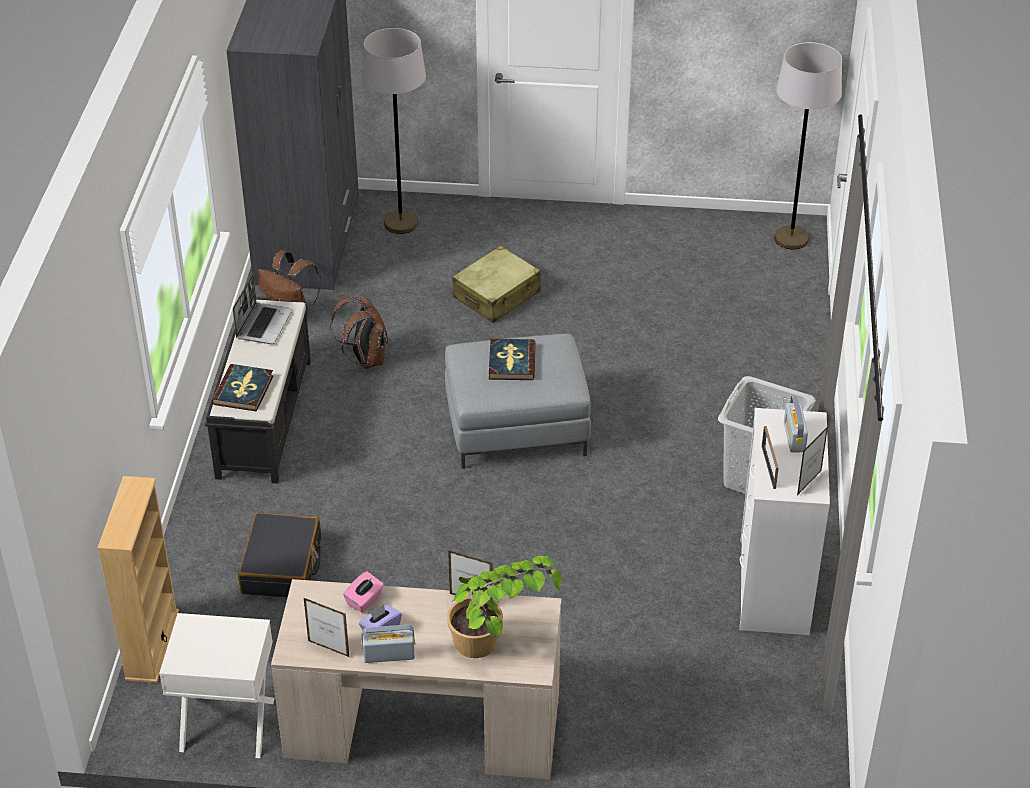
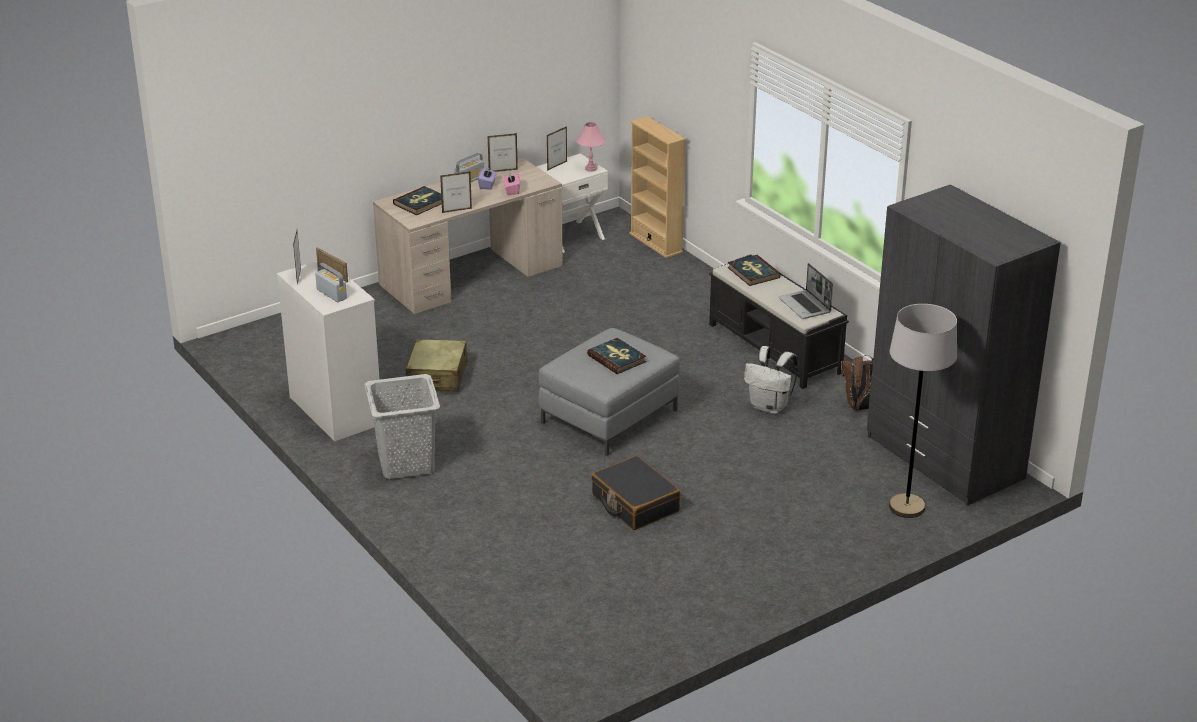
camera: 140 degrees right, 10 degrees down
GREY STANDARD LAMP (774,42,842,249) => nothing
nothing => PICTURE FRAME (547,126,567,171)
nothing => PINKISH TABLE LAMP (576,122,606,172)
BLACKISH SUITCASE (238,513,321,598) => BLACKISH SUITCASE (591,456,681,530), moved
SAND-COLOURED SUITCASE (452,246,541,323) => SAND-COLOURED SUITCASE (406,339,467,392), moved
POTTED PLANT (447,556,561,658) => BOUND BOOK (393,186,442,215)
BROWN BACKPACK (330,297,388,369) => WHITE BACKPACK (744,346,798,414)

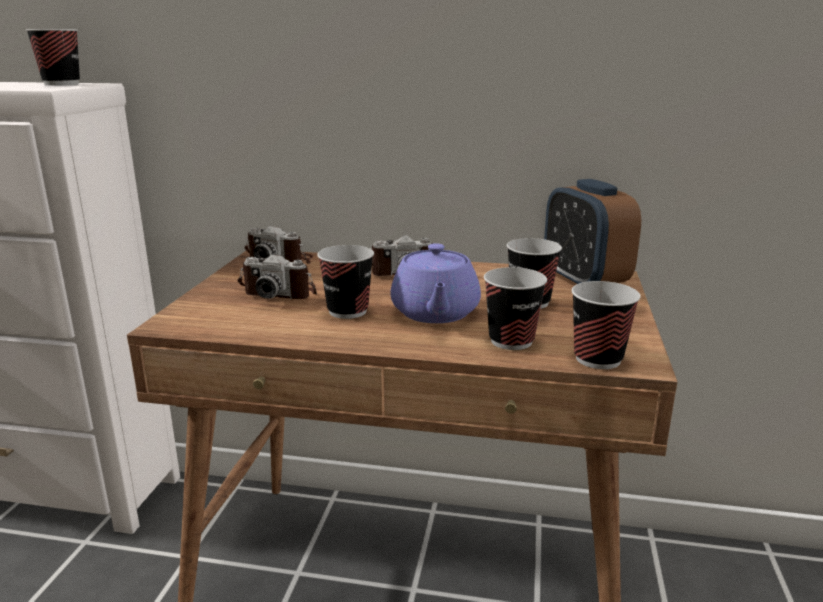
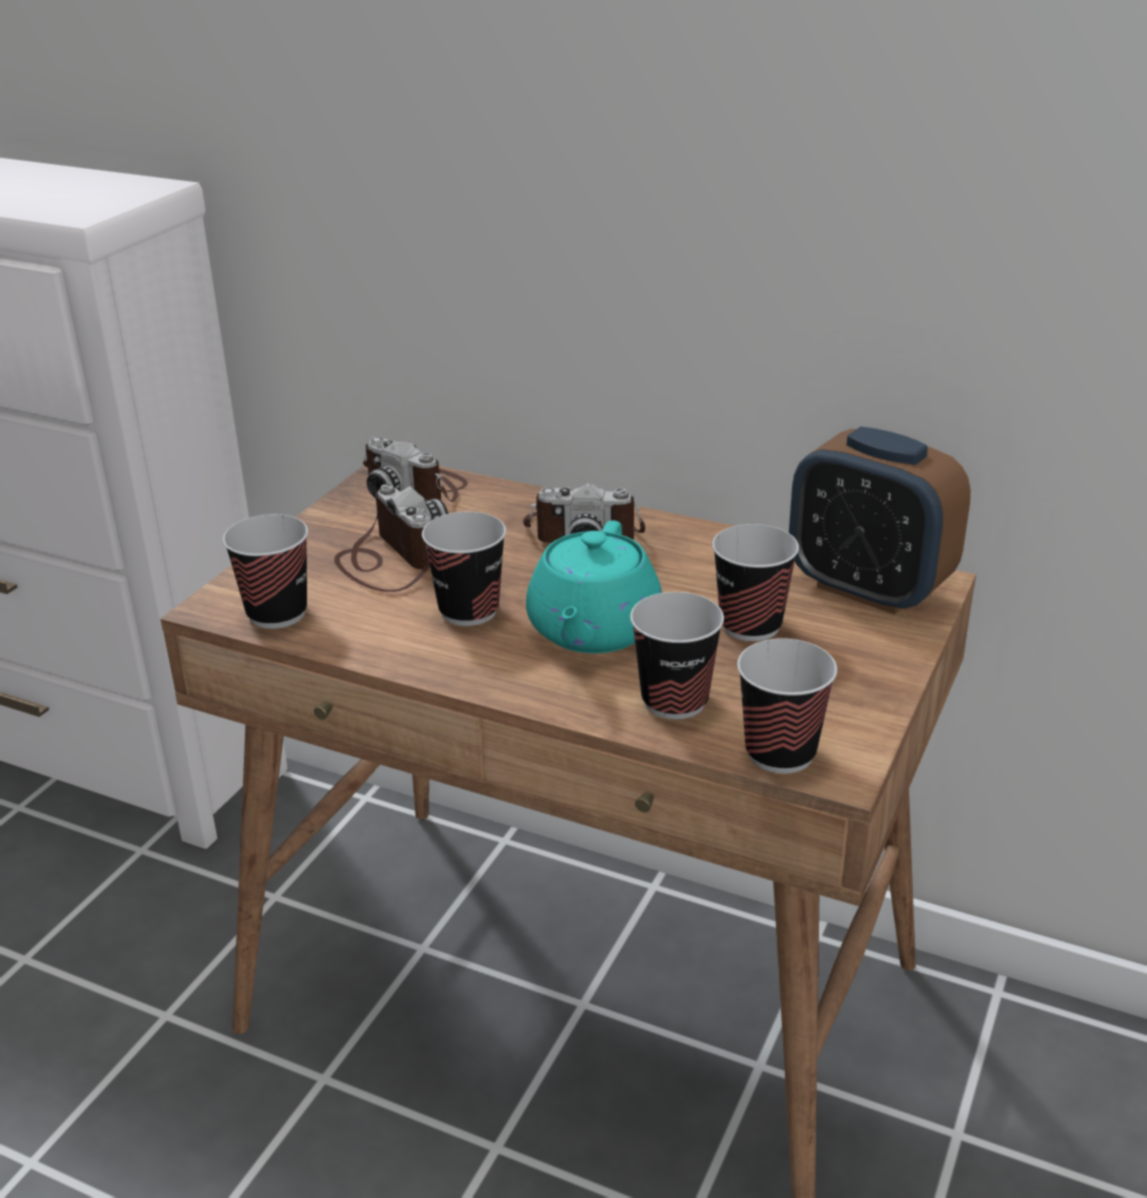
camera: 15 degrees right, 10 degrees up
SMALL CUP (26,29,80,85) => SMALL CUP (223,514,308,629), moved
PURPLE TEA POT (390,243,481,323) => TURQUOISE TEA POT (526,521,662,653)
PHOTO CAMERA (238,255,317,299) => PHOTO CAMERA (334,484,448,592), 150 degrees counterclockwise
ALARM CLOCK (544,179,641,286) => ALARM CLOCK (789,426,971,614), 45 degrees counterclockwise

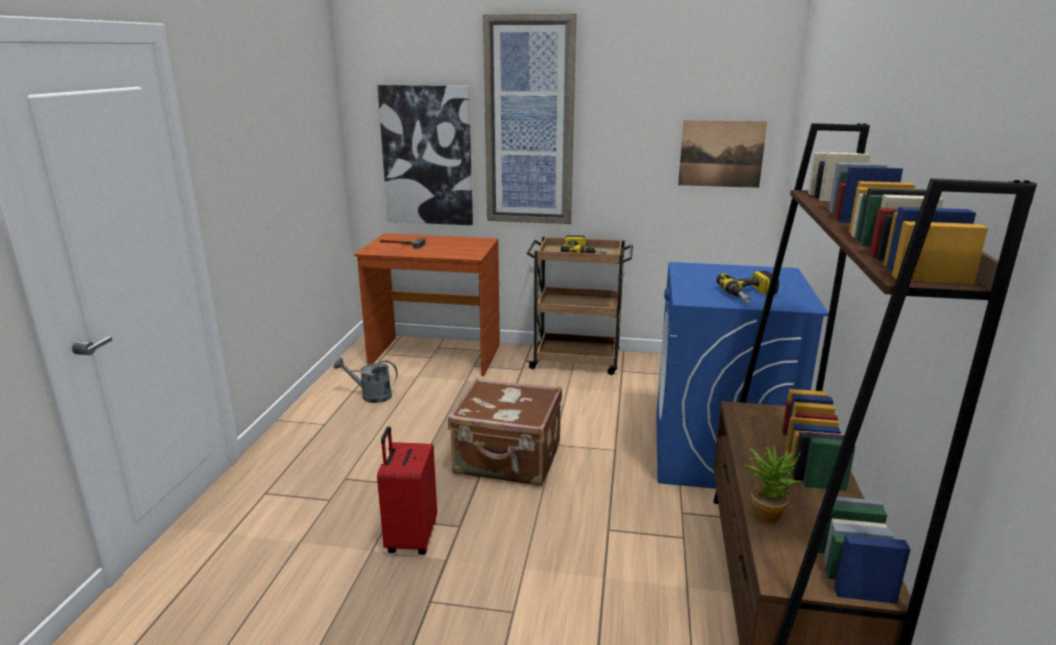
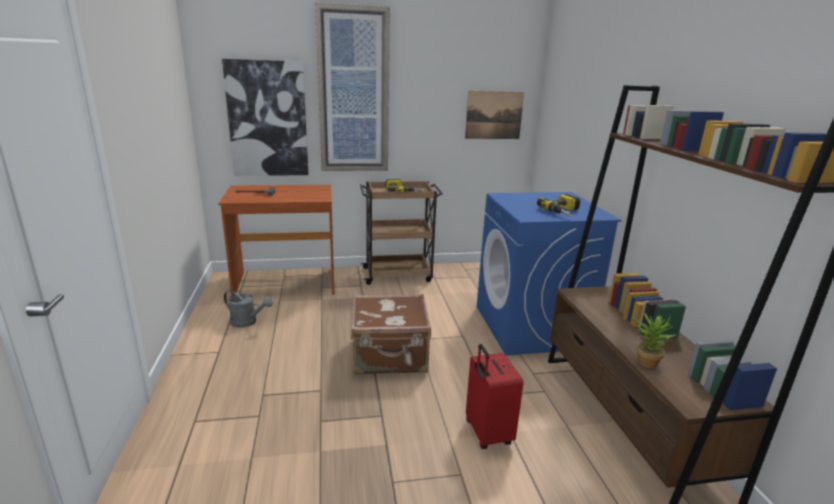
camera: 20 degrees left, 0 degrees up
RED-COLOURED SUITCASE (377,427,437,555) => RED-COLOURED SUITCASE (466,344,524,449), moved
GREY SPRINKLING CAN (334,358,398,403) => GREY SPRINKLING CAN (224,290,273,327), 150 degrees counterclockwise

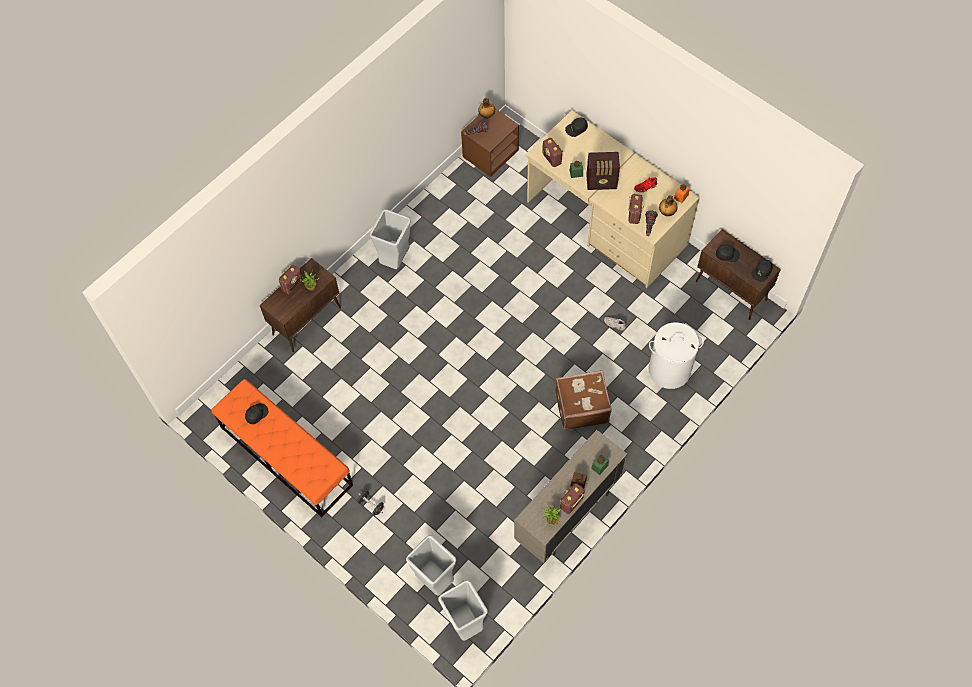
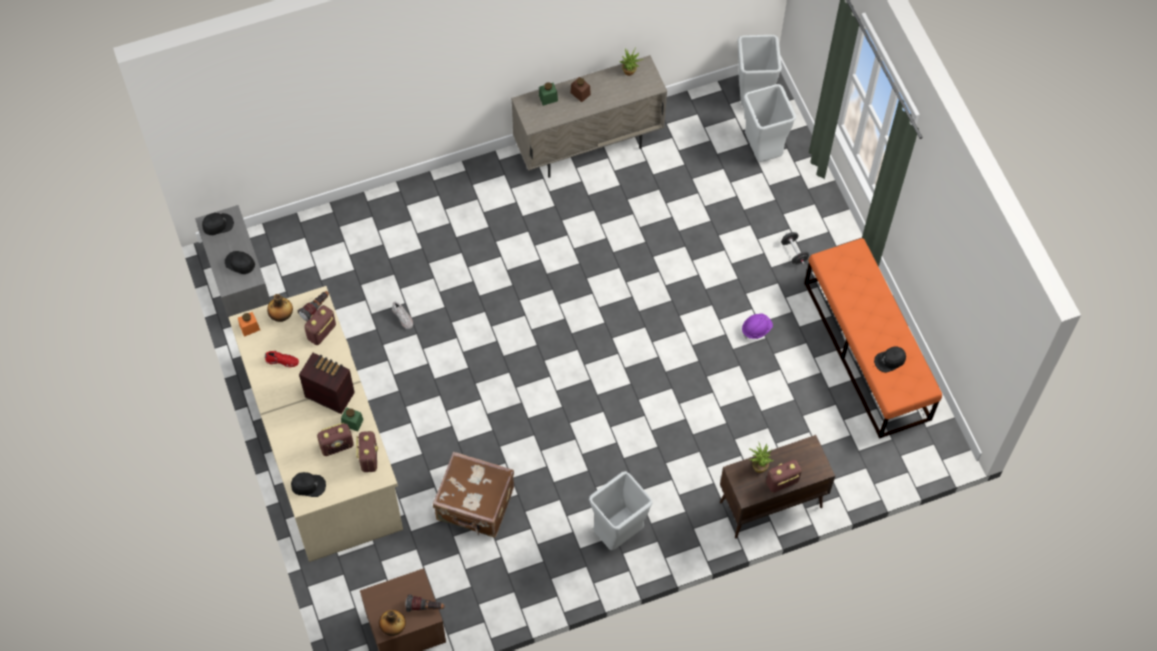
camera: 155 degrees left, 0 degrees up
WHITE HAMPER (649,322,704,389) => nothing
nothing => PURPLE HARD HAT (742,313,773,339)
BROWN SUITCASE (555,370,612,430) => BROWN SUITCASE (433,452,514,538), moved
RADIO (560,483,584,514) => RADIO (317,423,354,456), moved
BROWN STORAGE CABINET (696,229,781,320) => GREY STORAGE CABINET (195,205,271,317)

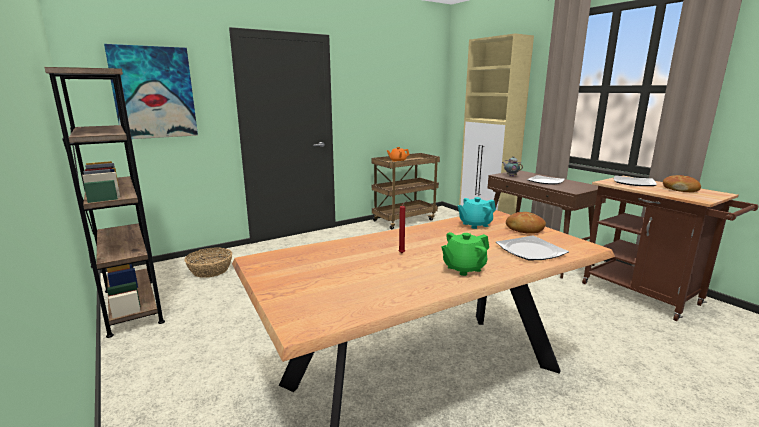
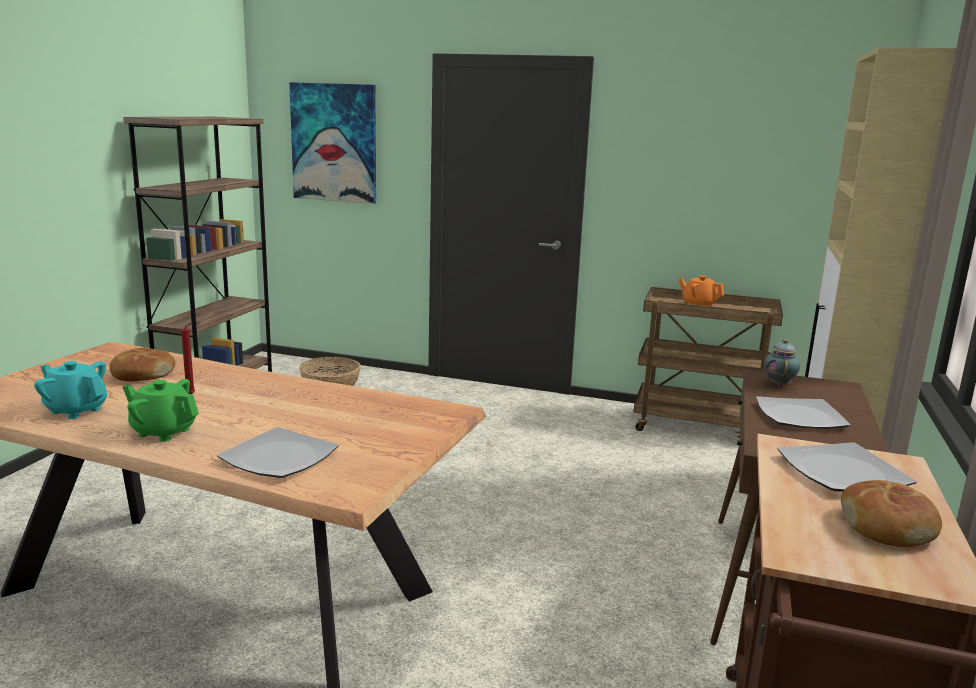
camera: 50 degrees right, 0 degrees up
TURQUOISE TEA POT (458,197,496,229) => TURQUOISE TEA POT (34,361,107,419), moved
BAKED BREAD (506,212,546,234) => BAKED BREAD (109,348,175,382), moved

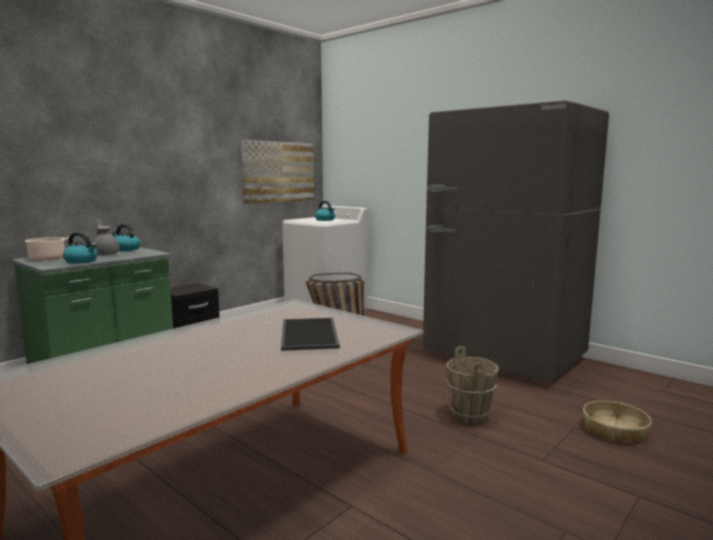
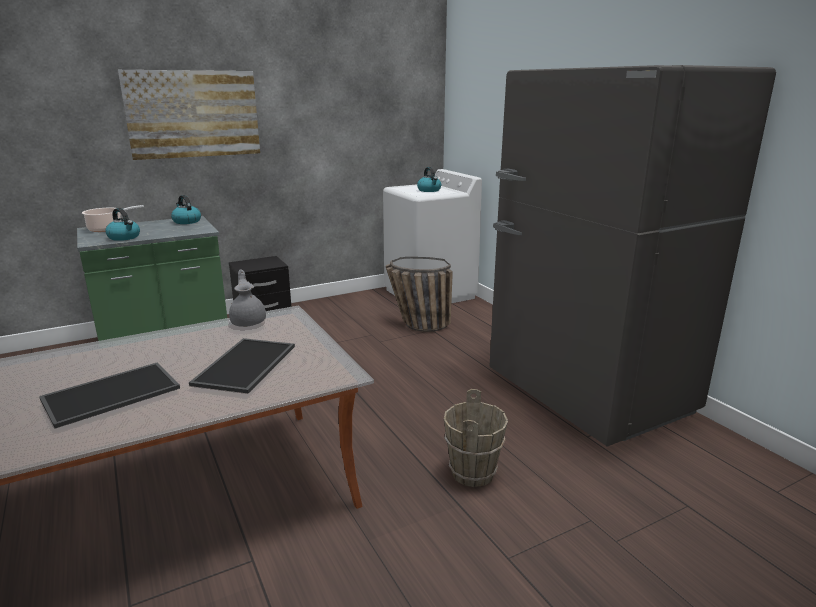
camera: 20 degrees right, 10 degrees up
STORAGE BASKET (583,400,652,442) => nothing
nothing => TRAY (39,363,180,428)
GREY TEA POT (93,219,120,255) => GREY TEA POT (229,270,266,327), moved
WALL ART (241,140,314,204) => WALL ART (118,70,260,160), moved

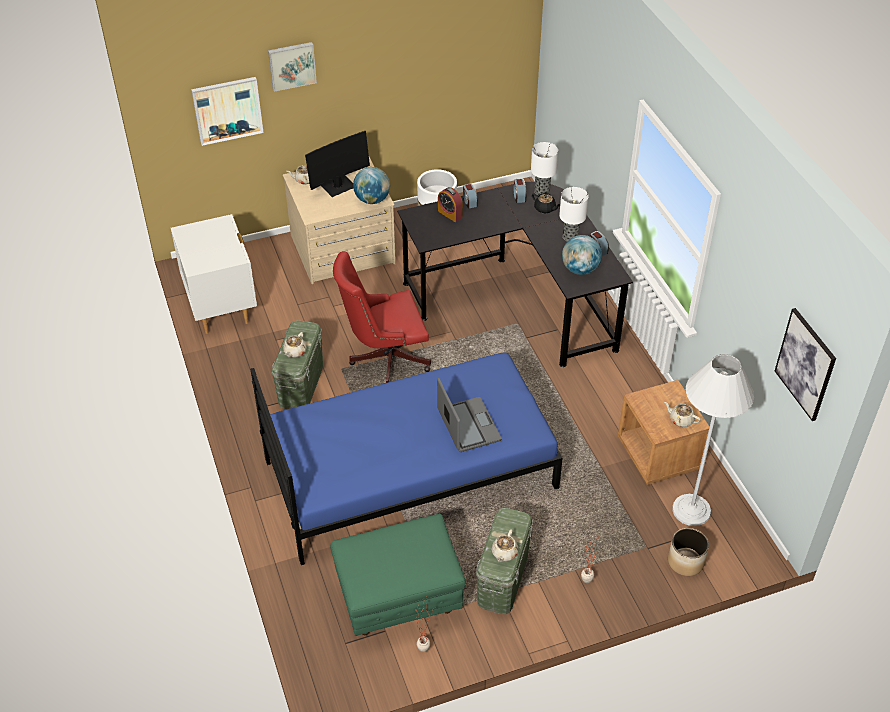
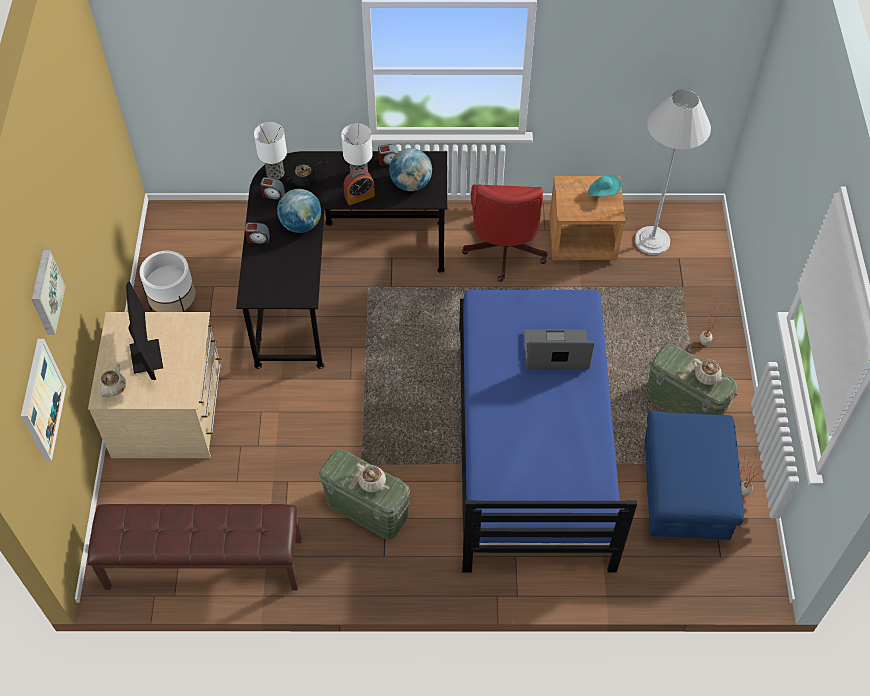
camera: 70 degrees left, 10 degrees up
PLANT POT (668,528,709,576) => nothing
WALL ART (775,308,836,421) => nothing
RED-COLOURED COMPUTER CHAIR (333,251,431,384) => RED-COLOURED COMPUTER CHAIR (462,184,548,282), moved
DESK GLOBE (353,167,390,204) => DESK GLOBE (277,189,321,233), moved
ALARM CLOCK (438,187,463,222) => ALARM CLOCK (344,169,375,205), moved
WHITE NIGHT TABLE (171,214,257,334) => BROWN INDOOR BENCH (87,504,301,590)
SAND-COLOURED TEA POT (664,402,701,427) => TURQUOISE HAT (588,175,621,197)
GREEN FOOTREST (330,514,466,636) => BLUISH FOOTREST (645,411,744,540)

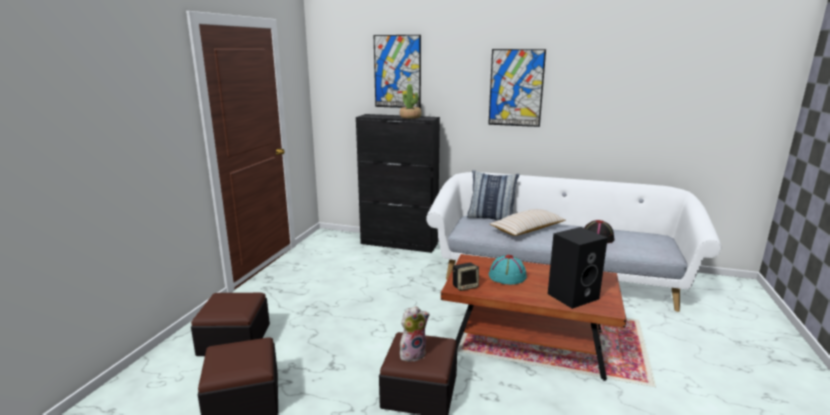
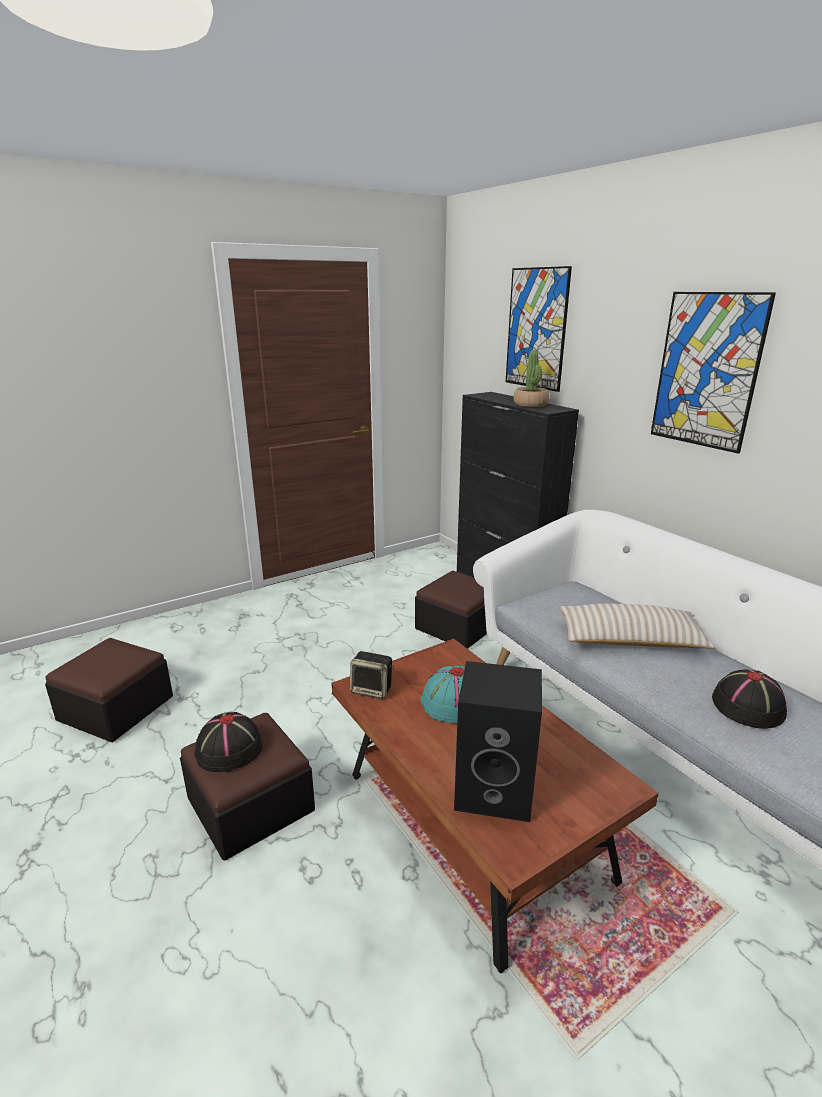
camera: 40 degrees right, 5 degrees up
THROW PILLOW (467,170,519,220) => nothing
FOOTREST (191,293,270,356) => FOOTREST (415,571,487,649), moved
CUDDLY TOY (400,306,430,362) => BLACKISH HAT (194,712,262,772)

